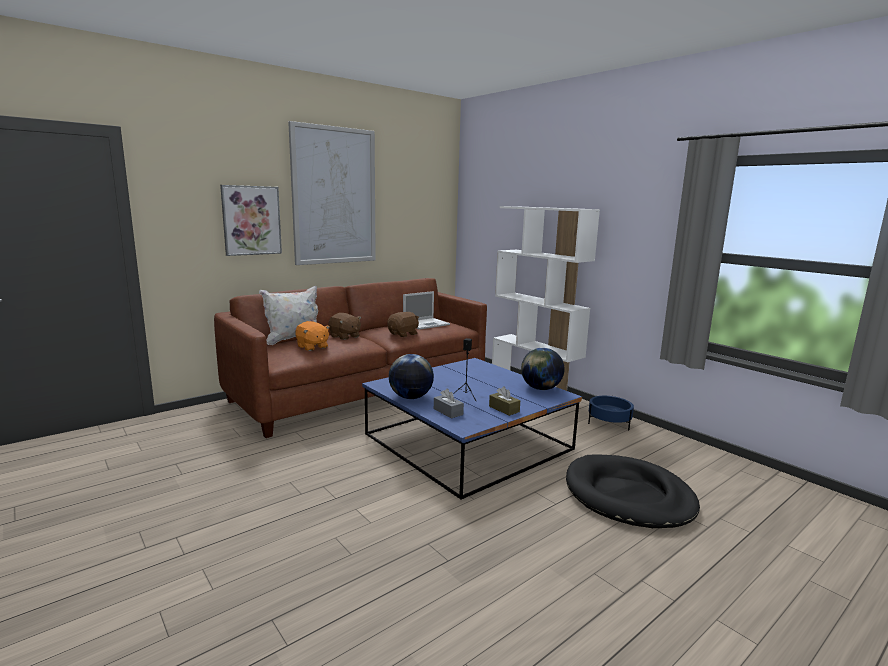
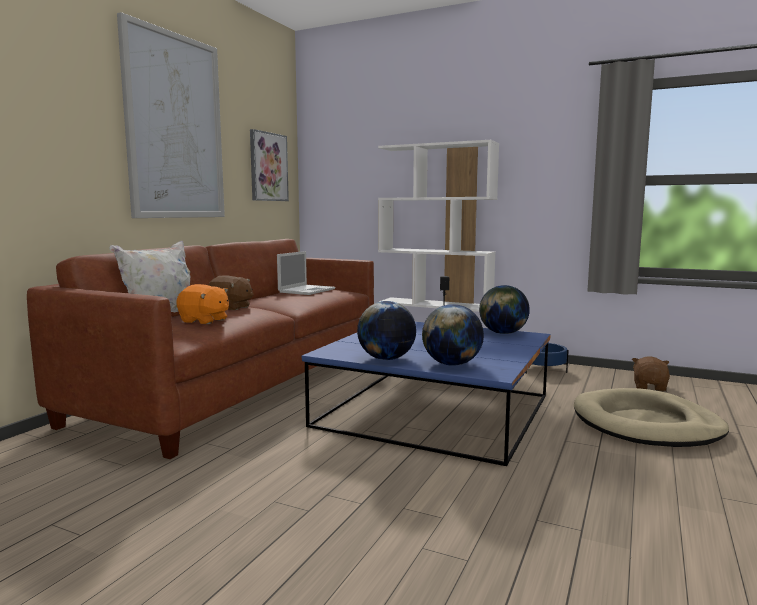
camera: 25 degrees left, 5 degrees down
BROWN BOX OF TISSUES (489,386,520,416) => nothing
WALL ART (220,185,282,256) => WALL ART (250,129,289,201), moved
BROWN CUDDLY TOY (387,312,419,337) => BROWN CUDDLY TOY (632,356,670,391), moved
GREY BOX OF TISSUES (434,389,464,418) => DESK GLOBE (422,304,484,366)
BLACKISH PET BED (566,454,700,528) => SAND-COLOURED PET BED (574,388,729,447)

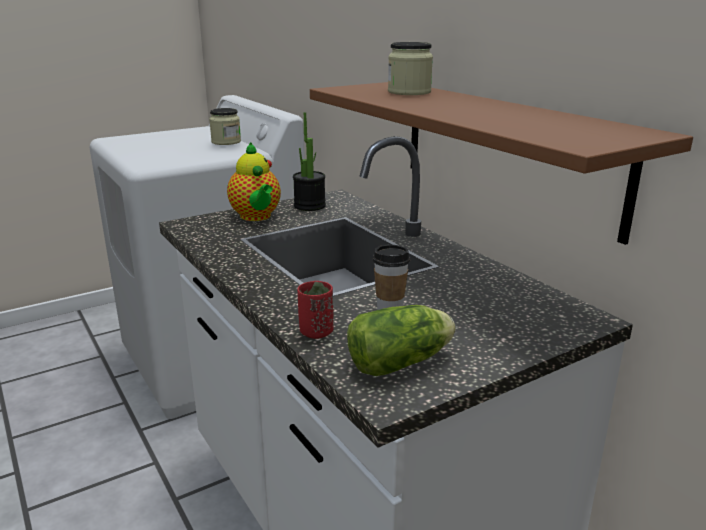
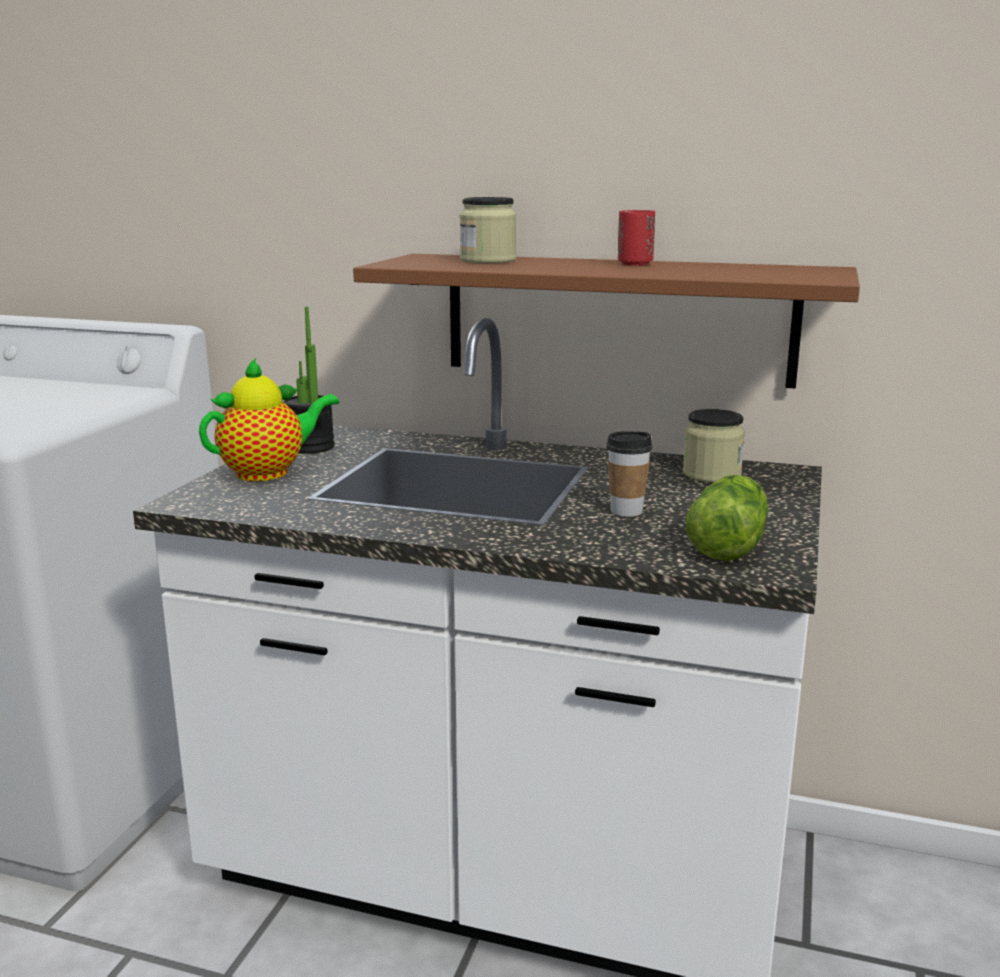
camera: 40 degrees left, 5 degrees down
JAR (209,108,241,145) => JAR (683,409,745,483), moved
RED-COLOURED SMALL CUP (297,281,334,339) => RED-COLOURED SMALL CUP (618,210,655,265), moved
TEA POT (227,142,281,221) => TEA POT (199,358,339,481), 60 degrees counterclockwise

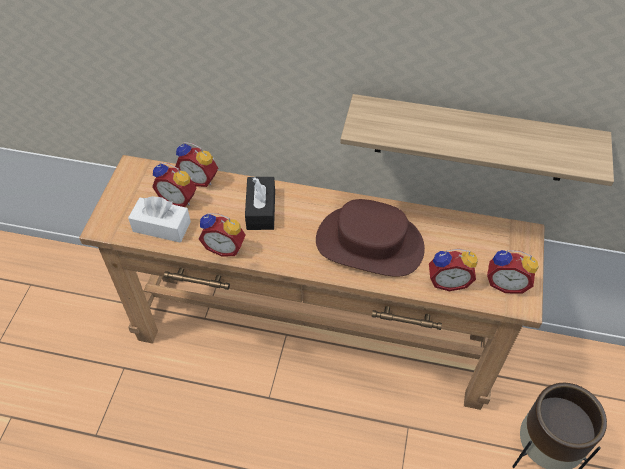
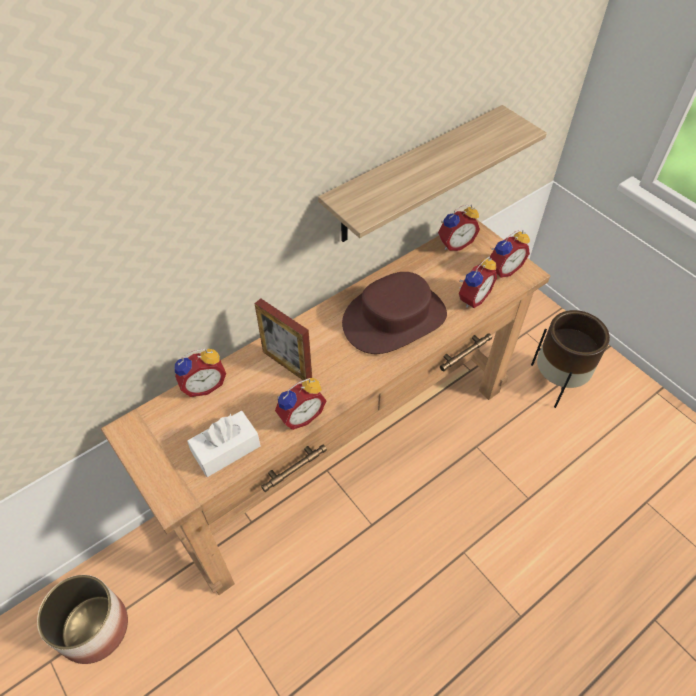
camera: 50 degrees left, 0 degrees up
nothing => PLANT POT (37,575,128,664)
ALARM CLOCK (152,162,196,207) => ALARM CLOCK (438,204,480,251), moved
BLACKISH BOX OF TISSUES (245,177,275,230) => PICTURE FRAME (255,298,312,380)

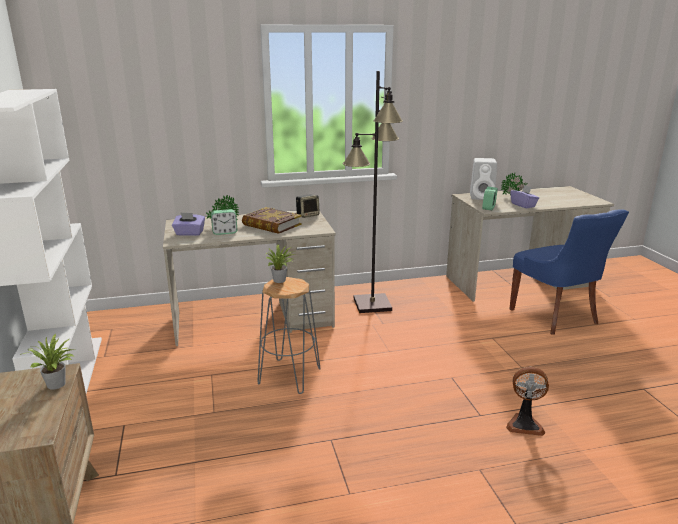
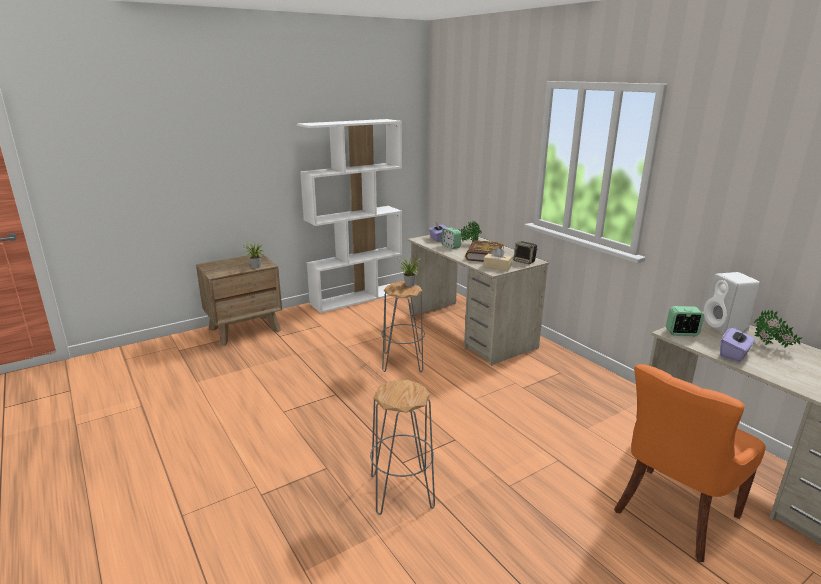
camera: 70 degrees right, 0 degrees up
BLACKISH STANDARD LAMP (343,71,403,313) => nothing
nothing => SAND-COLOURED BOX OF TISSUES (483,247,512,271)
ELECTRIC FAN (506,367,549,436) => GREY STOOL (370,380,435,515)
BLUISH UPRIGHT CHAIR (509,210,629,335) => ORANGE-COLOURED UPRIGHT CHAIR (614,364,766,562)

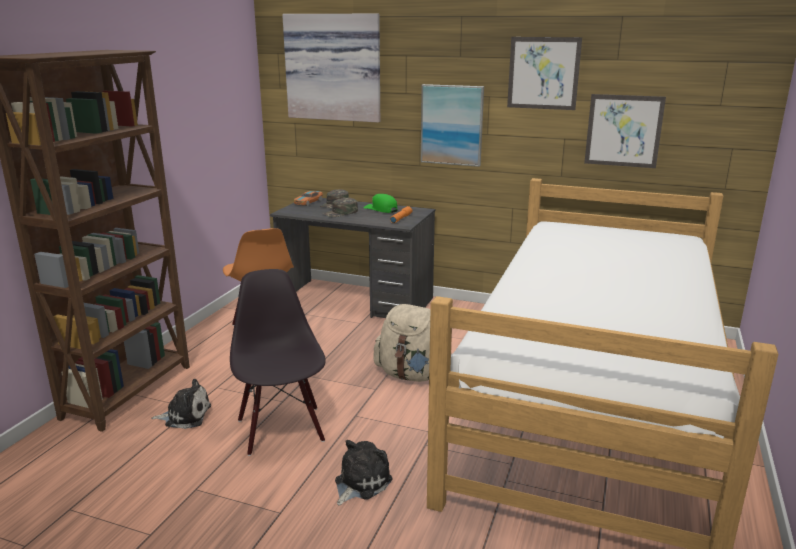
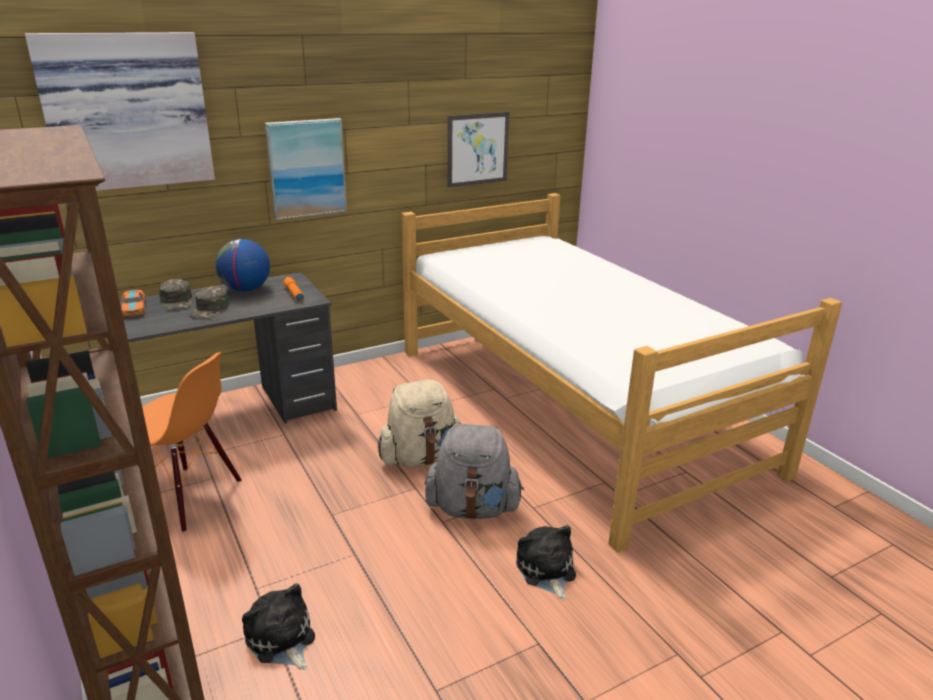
camera: 50 degrees left, 5 degrees up
BLACKISH UPRIGHT CHAIR (230,269,326,456) => nothing
WALL ART (507,37,582,110) => nothing
nothing => GREY BACKPACK (425,424,524,519)
GREEN CAP (363,194,398,213) => DESK GLOBE (215,239,270,292)
CUDDLY TOY (151,379,211,429) => CUDDLY TOY (242,583,315,670), 75 degrees counterclockwise

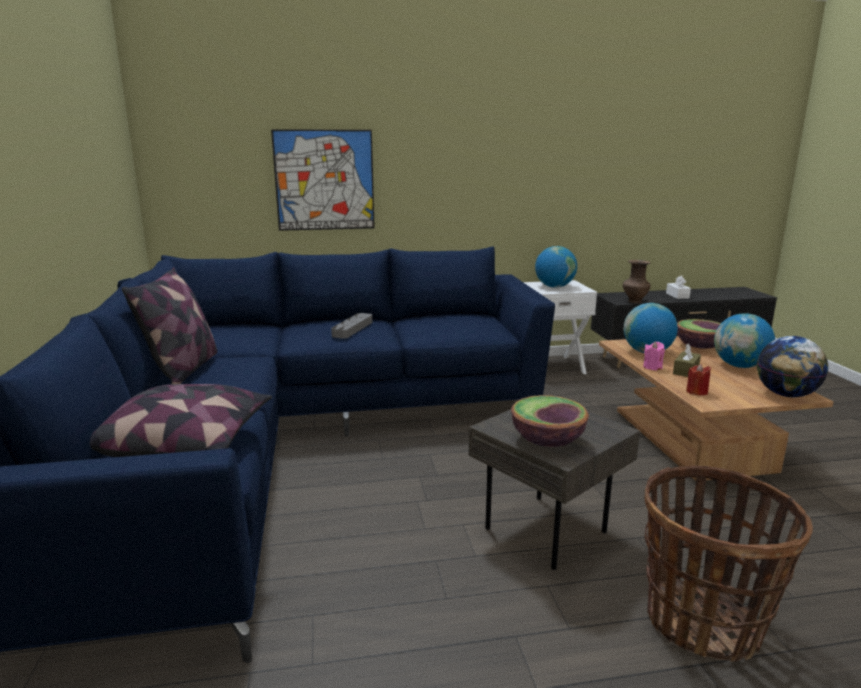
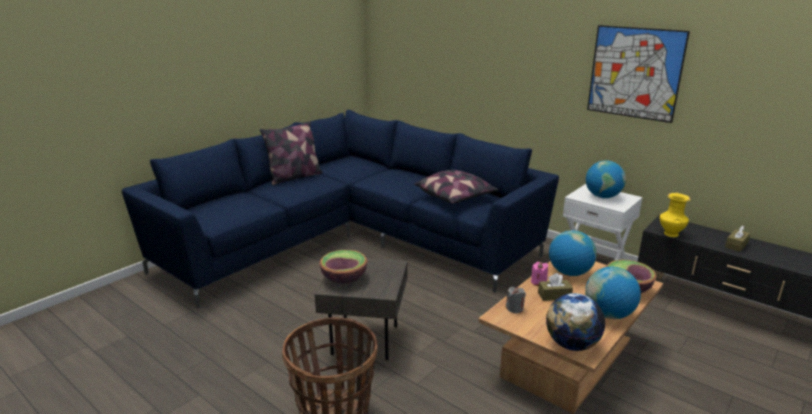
camera: 50 degrees right, 5 degrees up
GREY TRAY (331,313,372,339) => nothing
THROW PILLOW (90,384,272,457) => THROW PILLOW (414,170,499,204), moved
WALL ART (271,129,375,231) => WALL ART (587,25,690,123), moved
BROWN FLOWER VASE (623,260,651,303) => YELLOW-COLOURED FLOWER VASE (660,193,691,237)
WHITE BOX OF TISSUES (666,276,691,299) => BROWN BOX OF TISSUES (725,226,750,252)
RED-COLOURED CANDLE (686,364,711,396) => GREY CANDLE (506,287,526,313)

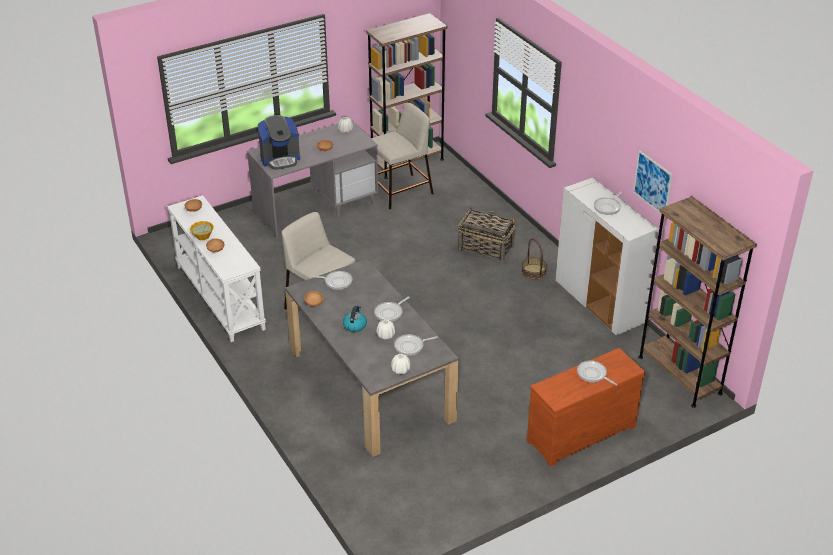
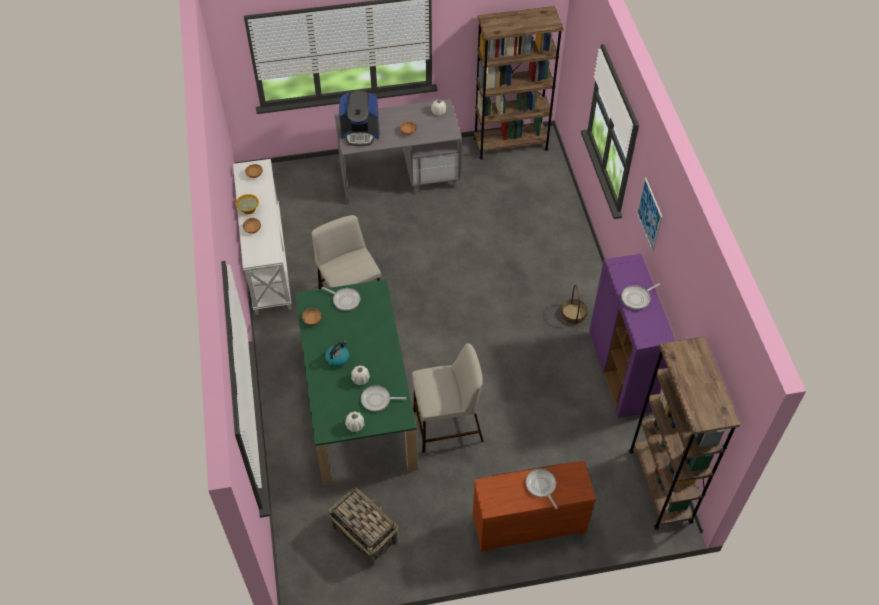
camera: 20 degrees right, 15 degrees up
FRYING PAN (374,297,410,322) => nothing
SAND-COLOURED STOOL (371,103,433,209) => SAND-COLOURED STOOL (412,343,484,453), moved
STORAGE BASKET (458,206,516,262) => STORAGE BASKET (328,486,398,566), moved
WALL ART (633,150,673,217) => WALL ART (637,178,663,252), moved
GREY KITCHEN TABLE (285,259,458,457) => GREEN KITCHEN TABLE (295,279,418,486)
WHITE STORAGE CABINET (555,178,658,335) => PURPLE STORAGE CABINET (589,254,675,418)

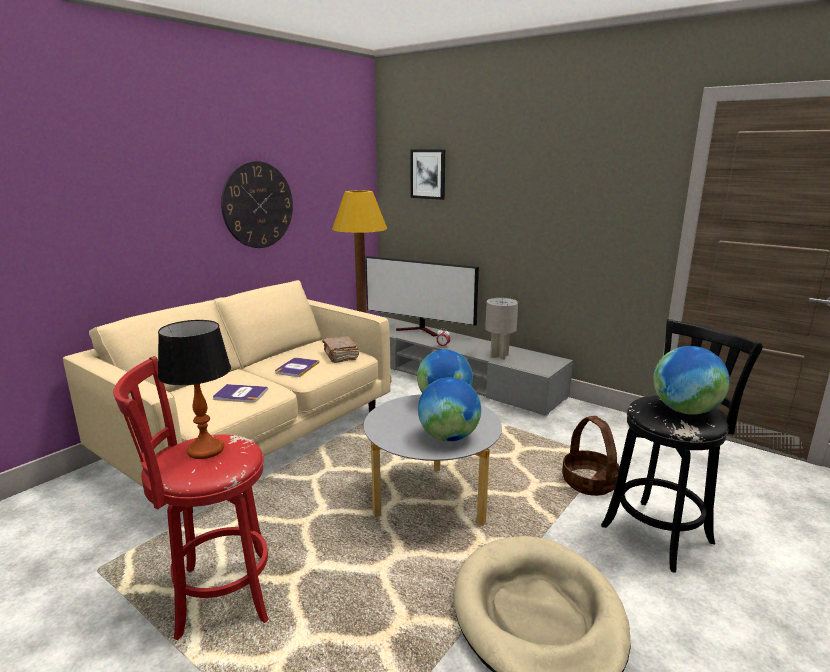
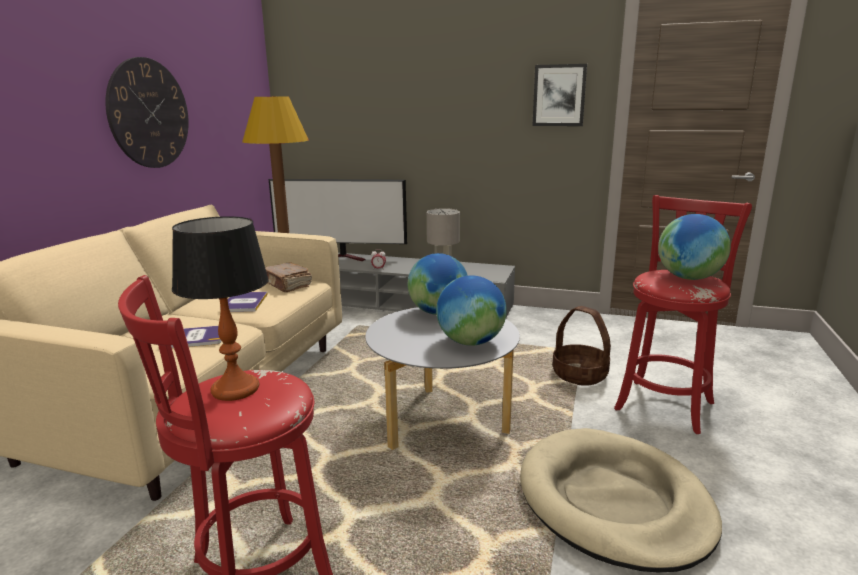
camera: 20 degrees left, 0 degrees up
WALL ART (411,150,445,200) => WALL ART (532,64,587,126), moved
BLACKISH STOOL (601,319,763,573) => RED-COLOURED STOOL (614,195,752,434)

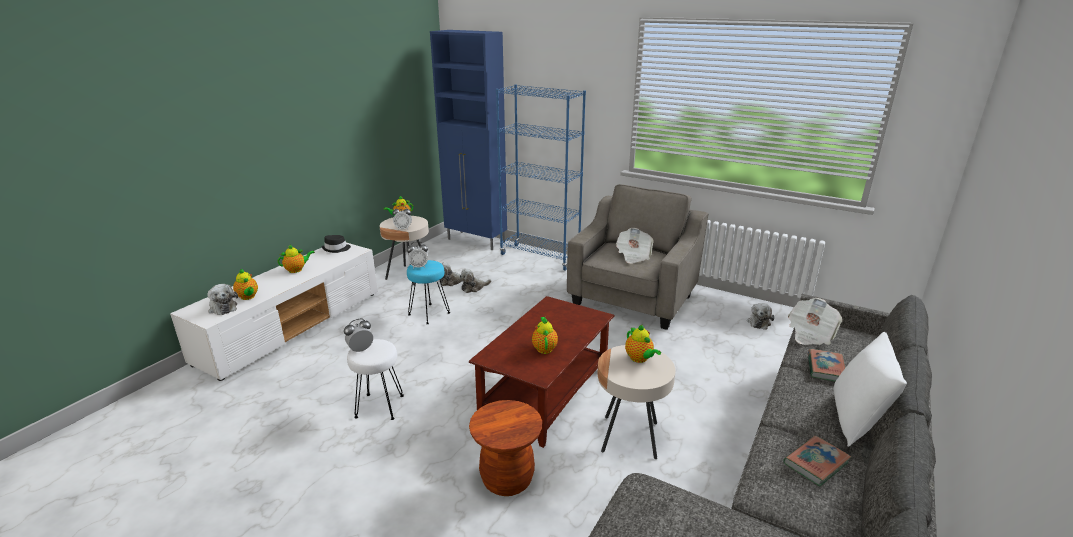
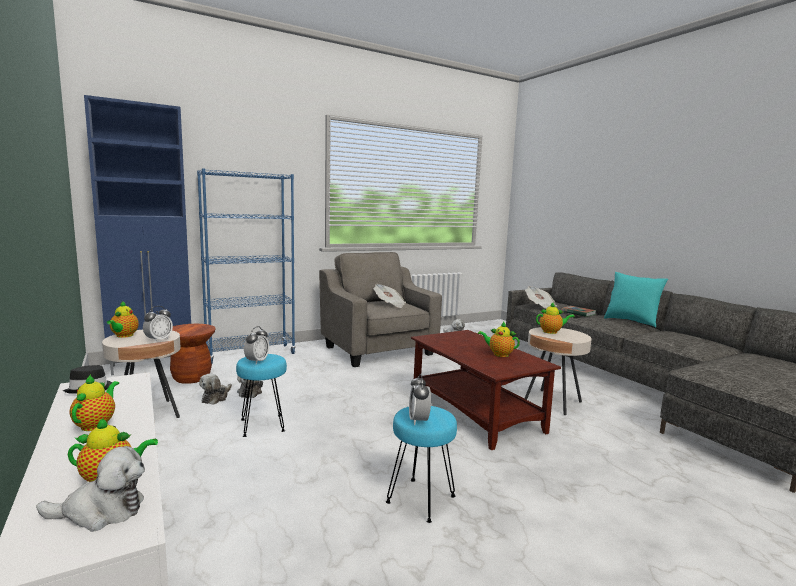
camera: 60 degrees left, 15 degrees down
BOUND BOOK (783,436,851,486) => nothing
BROWN STOOL (469,400,542,496) => BROWN STOOL (170,324,216,384), moved
WHITE STOOL (347,339,404,420) => TURQUOISE STOOL (386,406,457,523)
WHITE THROW PILLOW (834,332,907,447) => TURQUOISE THROW PILLOW (604,272,668,328)

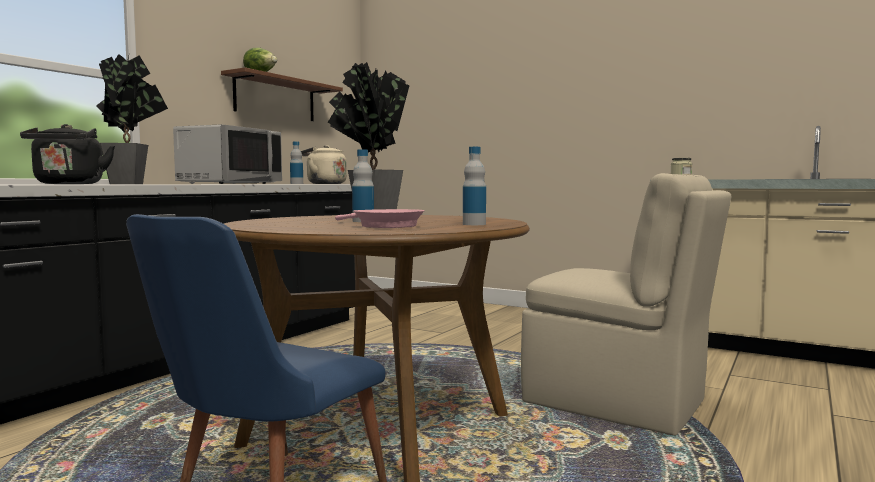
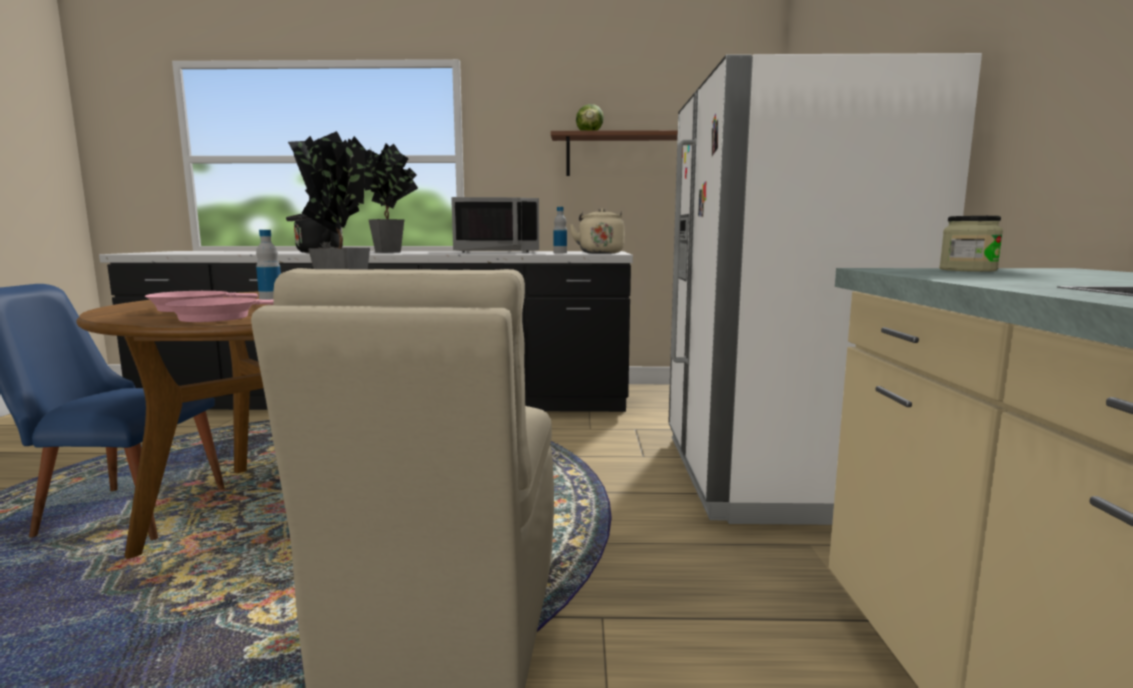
camera: 60 degrees right, 5 degrees up
nothing => WHITE FRIDGE (668,53,982,525)
BOTTLE (463,147,486,225) => PINKISH FRYING PAN (165,297,274,322)

